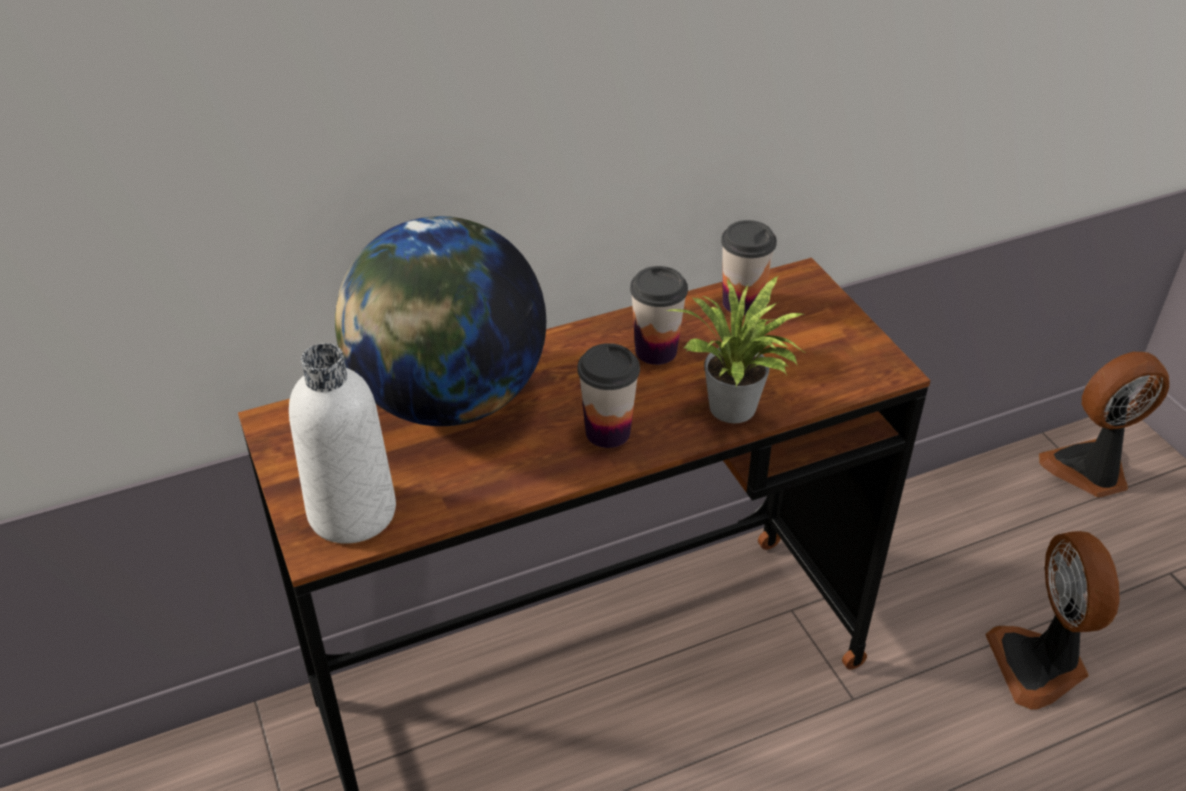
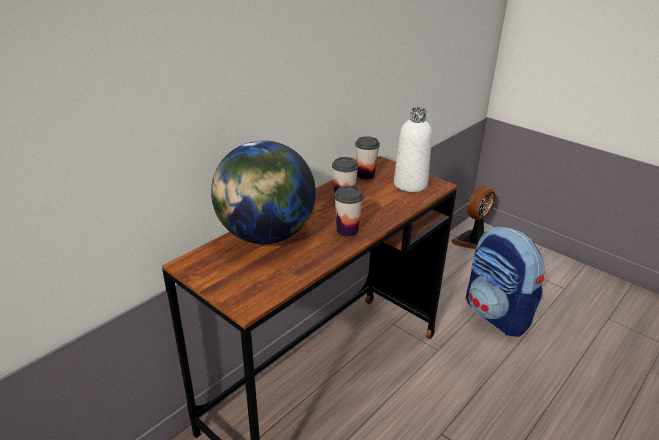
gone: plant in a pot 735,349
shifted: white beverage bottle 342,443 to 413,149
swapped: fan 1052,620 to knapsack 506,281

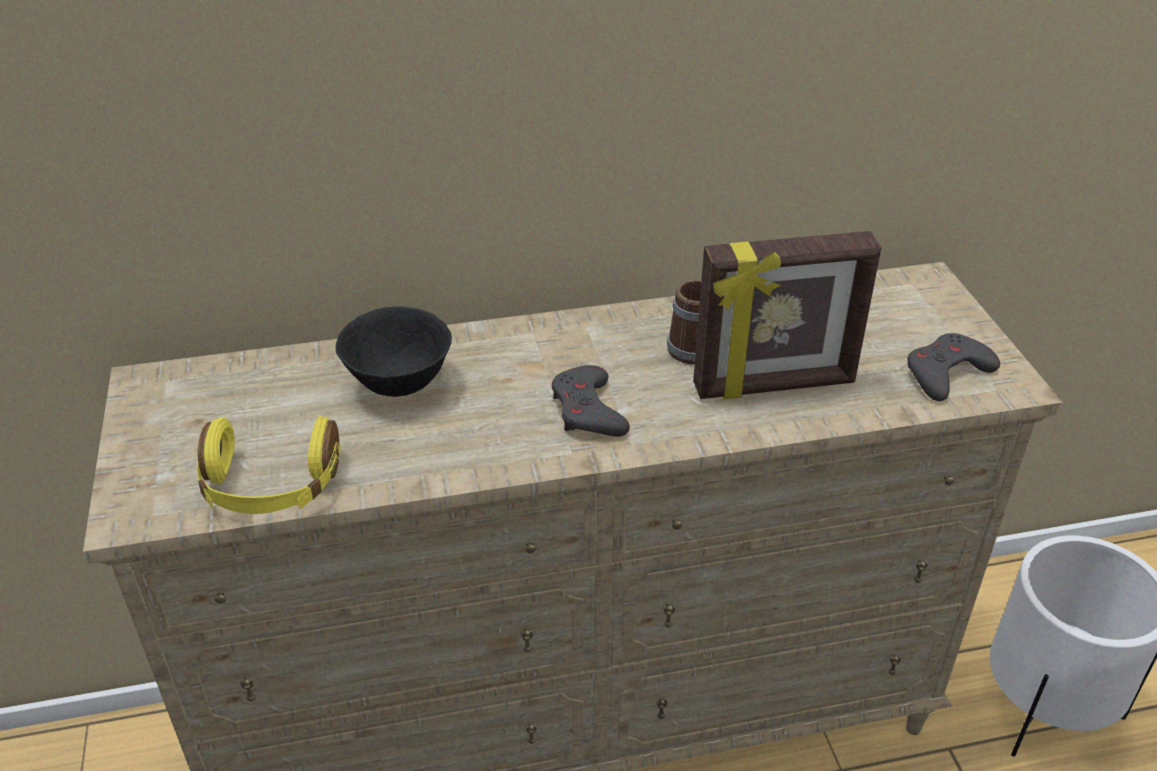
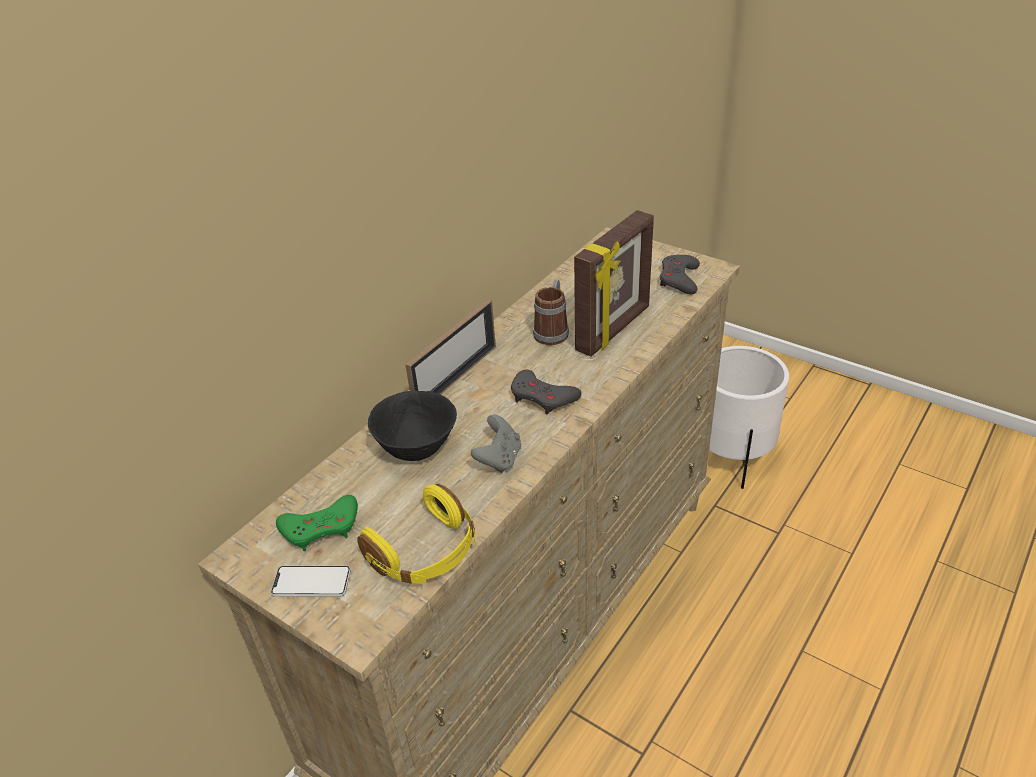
new: telephone 310,581; green gamepad 317,523; photo frame 450,346; greyish gamepad 496,444

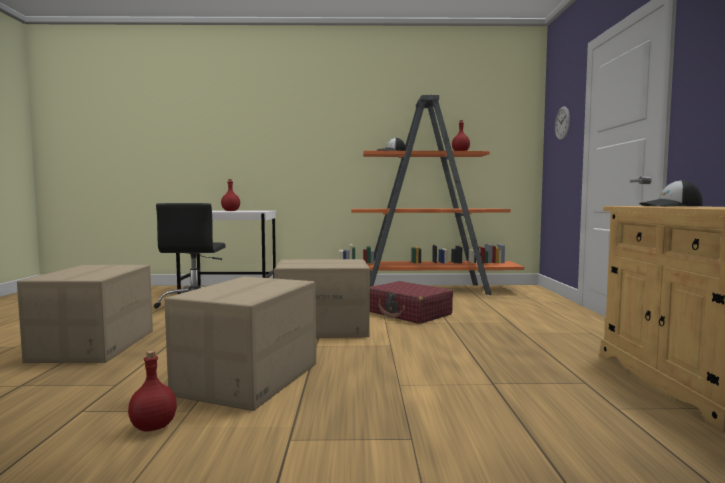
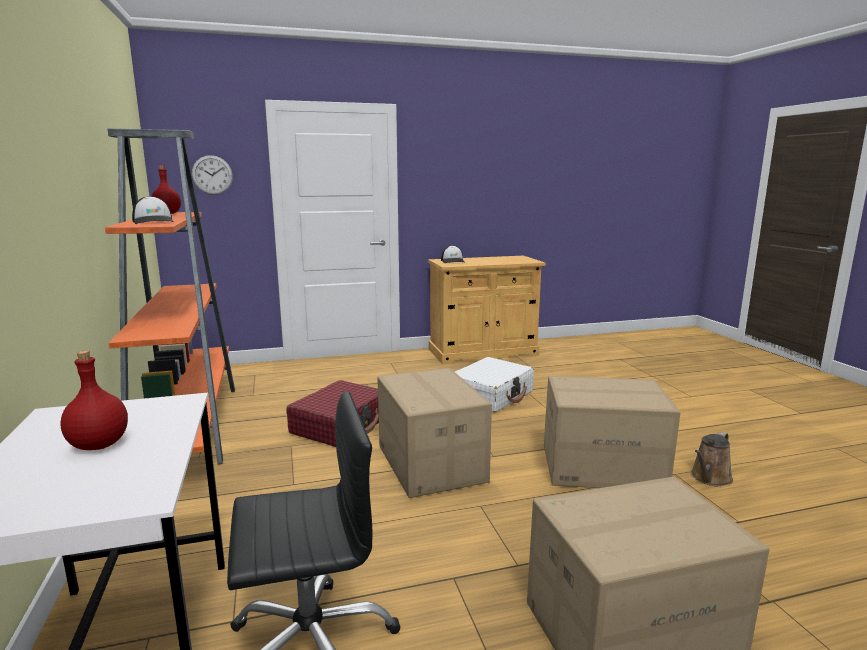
new: white suitcase 494,385
swapped: red-coloured beverage bottle 152,391 to brown-coloured watering can 711,459

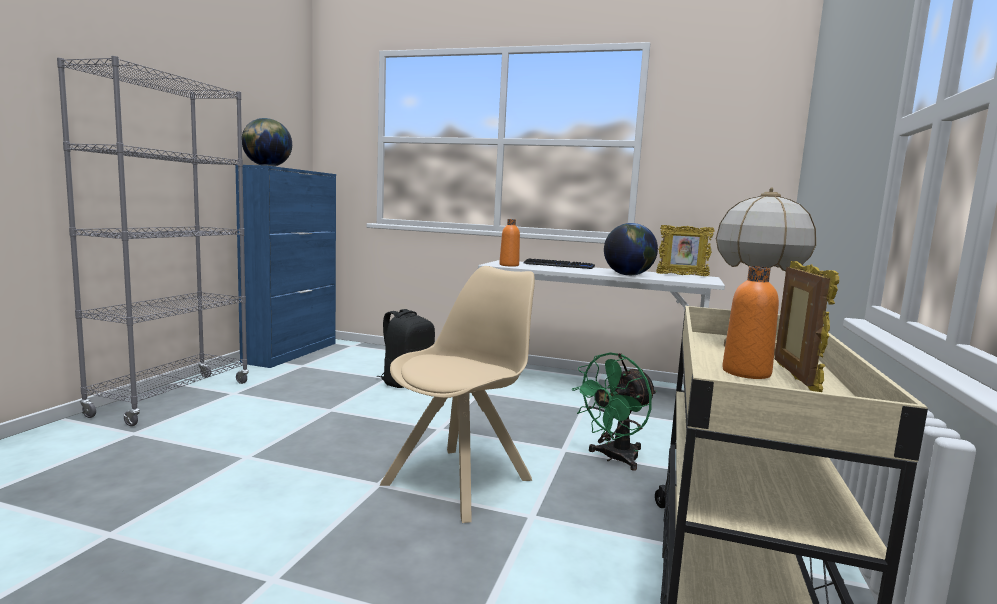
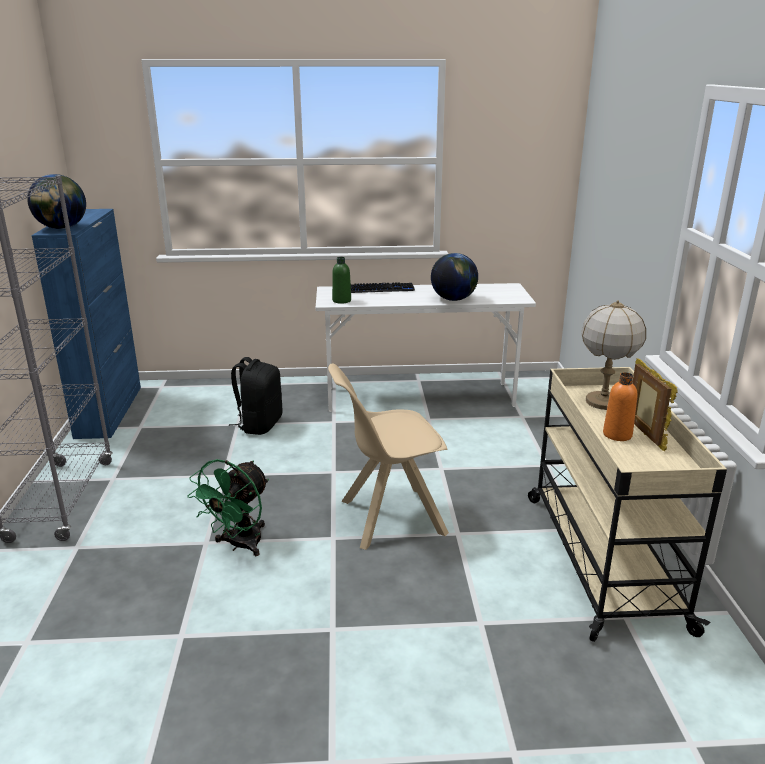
gone: photo frame 685,250
shifted: green fan 614,412 to 228,507
repainted: orange beverage bottle 509,243 to green beverage bottle 341,280
rotated: beige plain chair 457,394 = 388,456 120 degrees counterclockwise

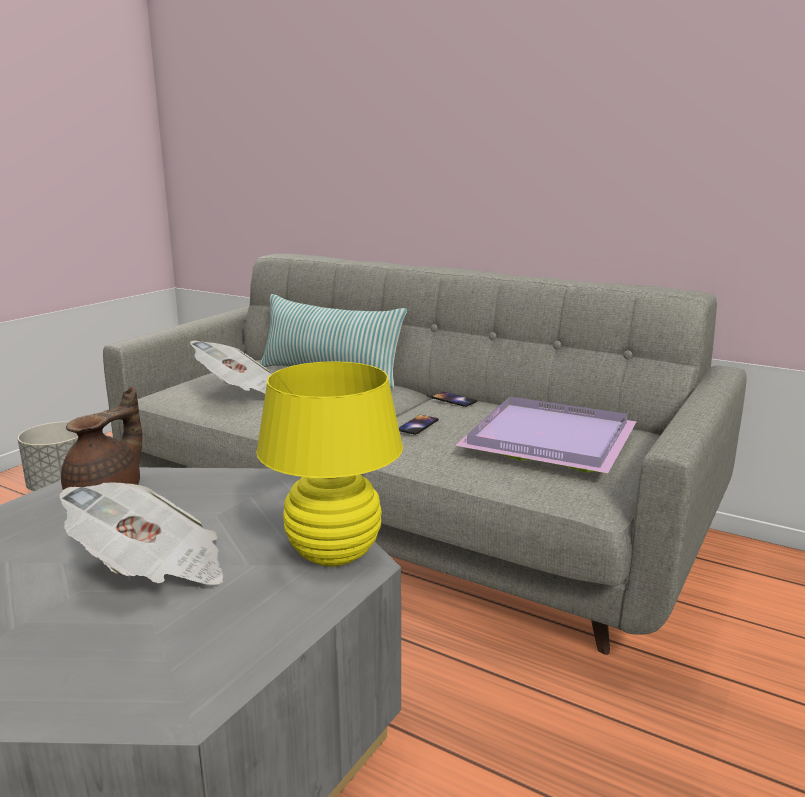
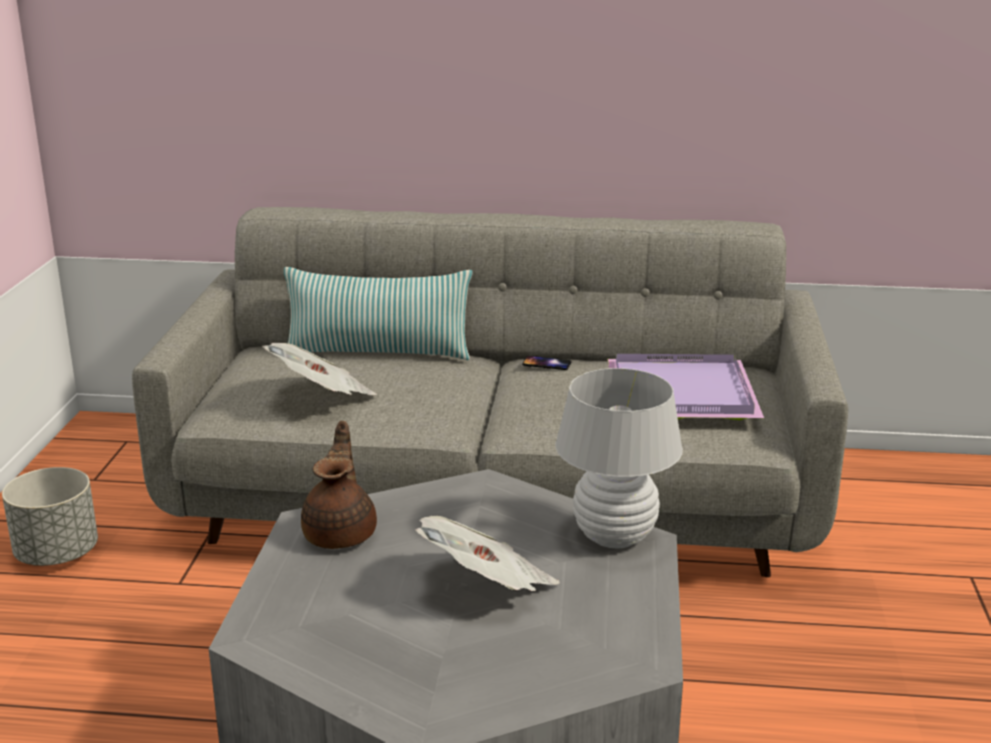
gone: telephone 419,425
repainted: yellow lamp for a table 329,464 to white lamp for a table 619,458

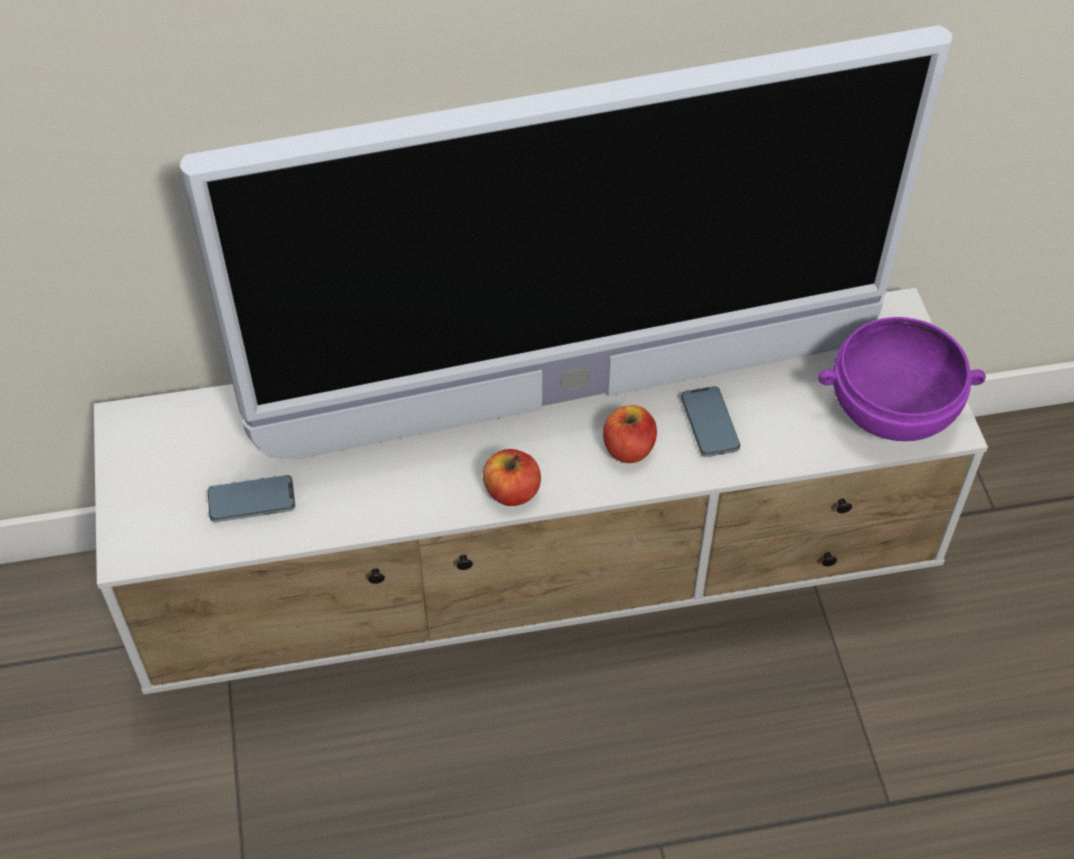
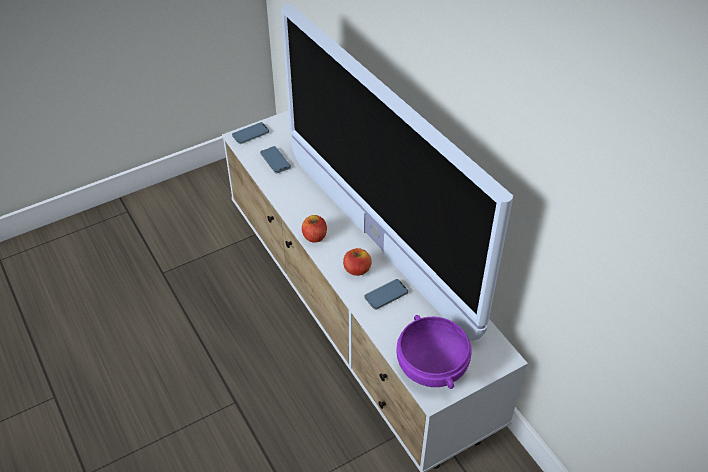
new: telephone 250,133

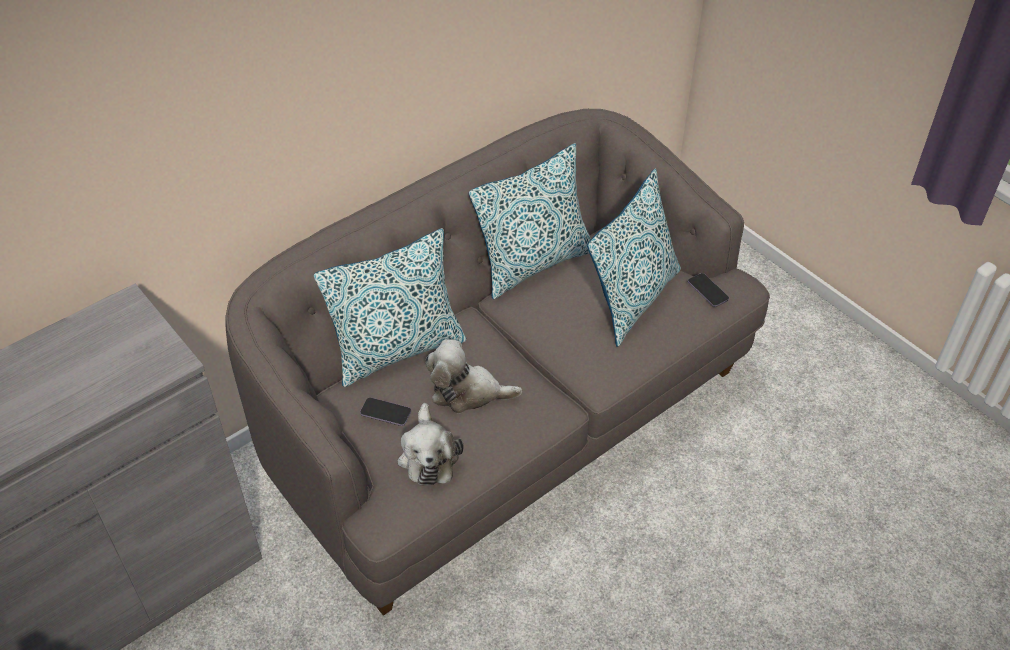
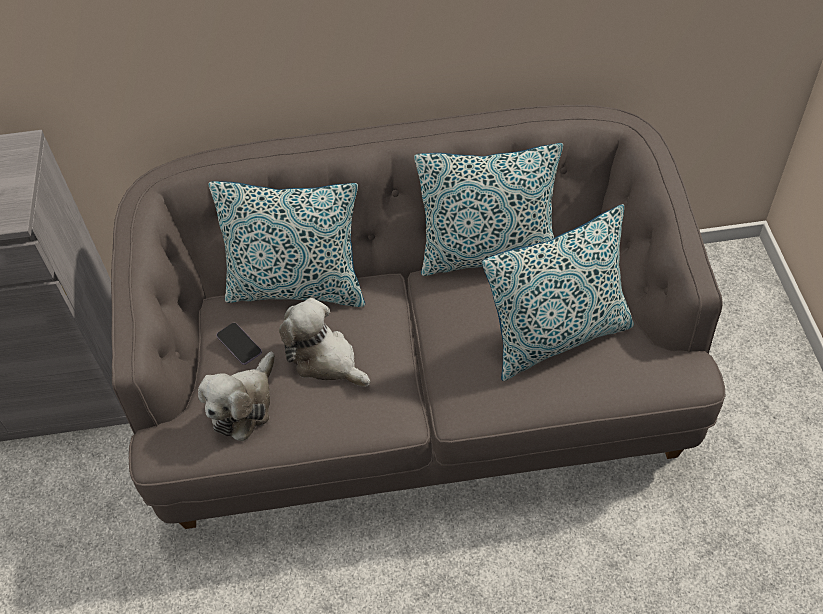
gone: telephone 708,290

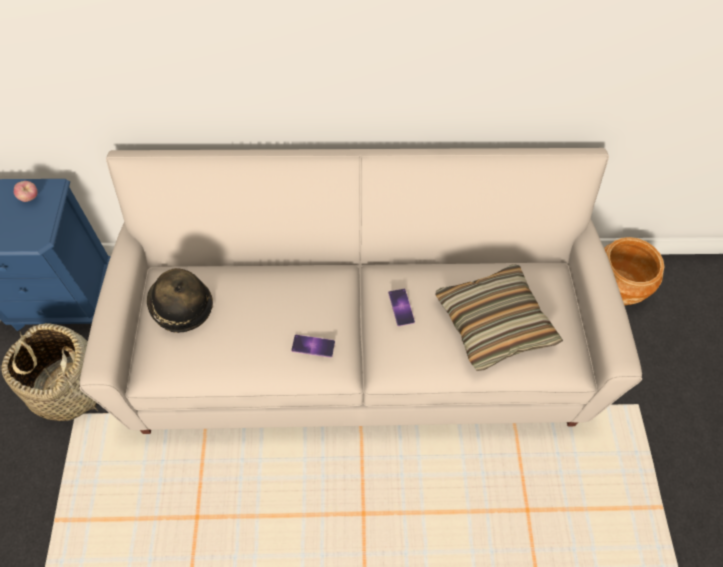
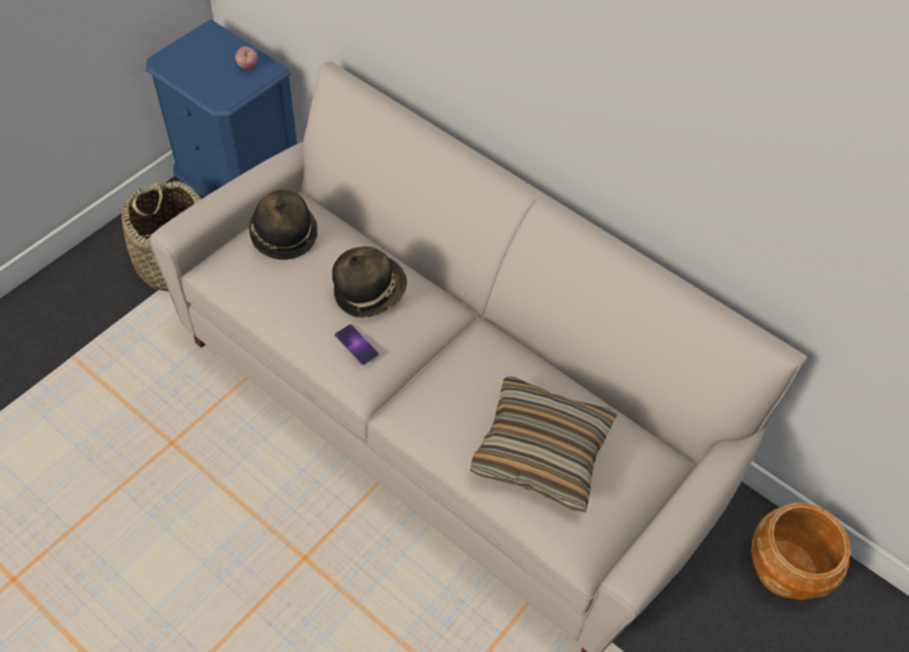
gone: telephone 401,307
new: hat 369,282

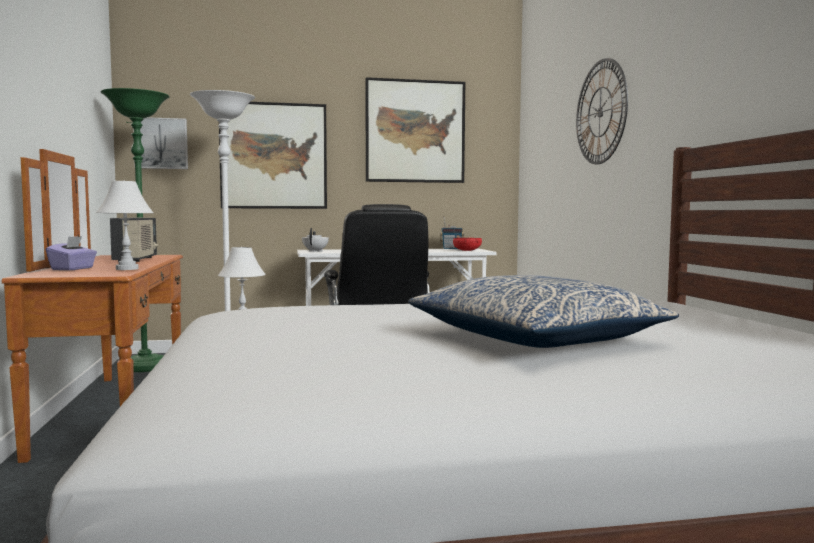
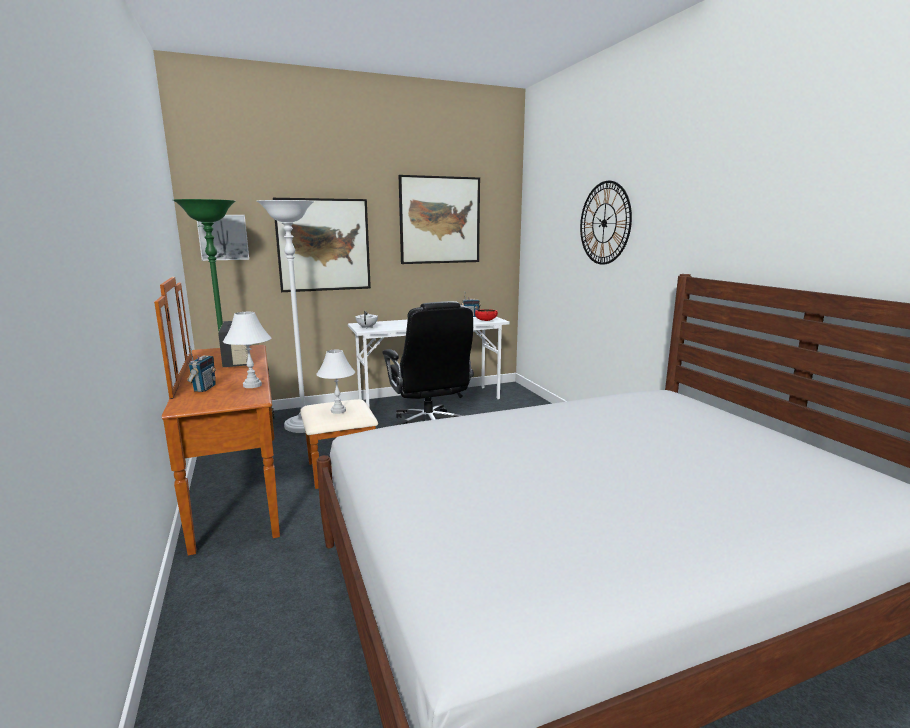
gone: throw pillow 543,311
swapped: purple tissue holder 71,253 to radio receiver 201,369

